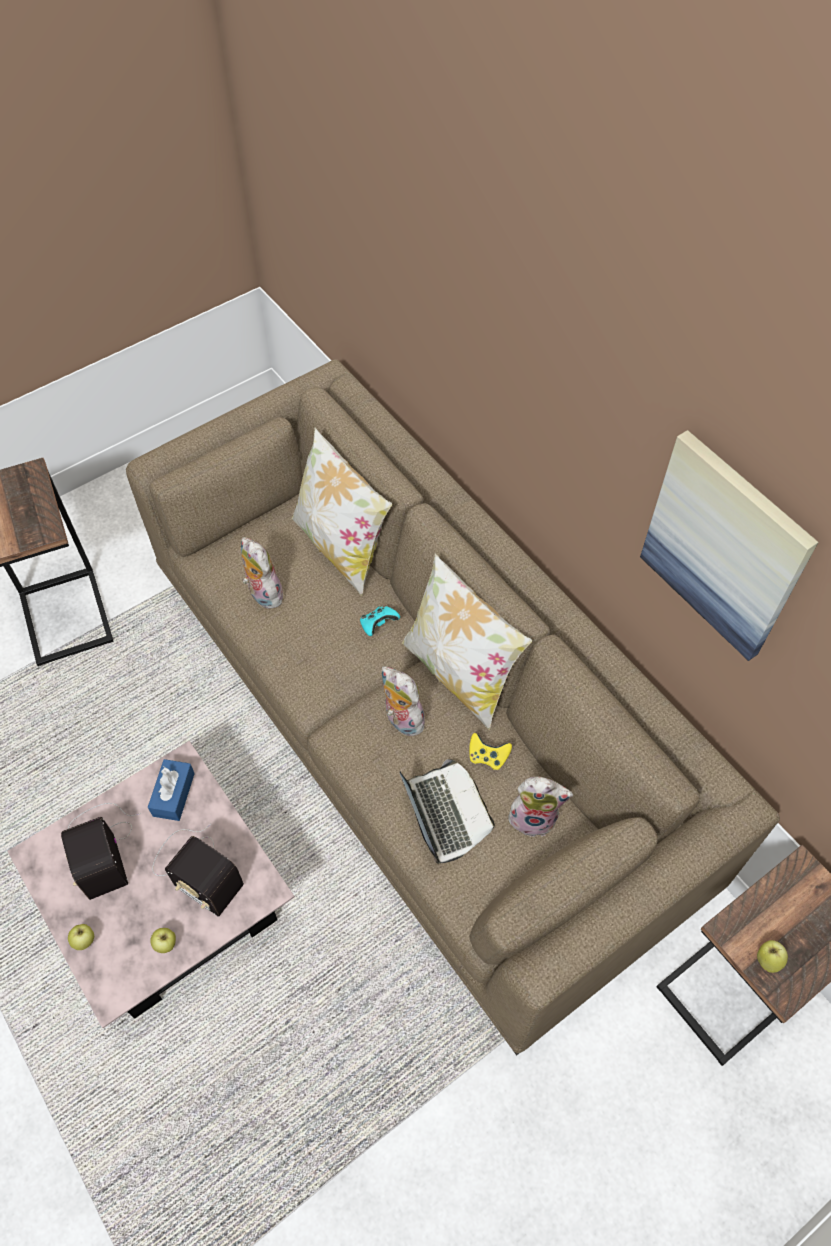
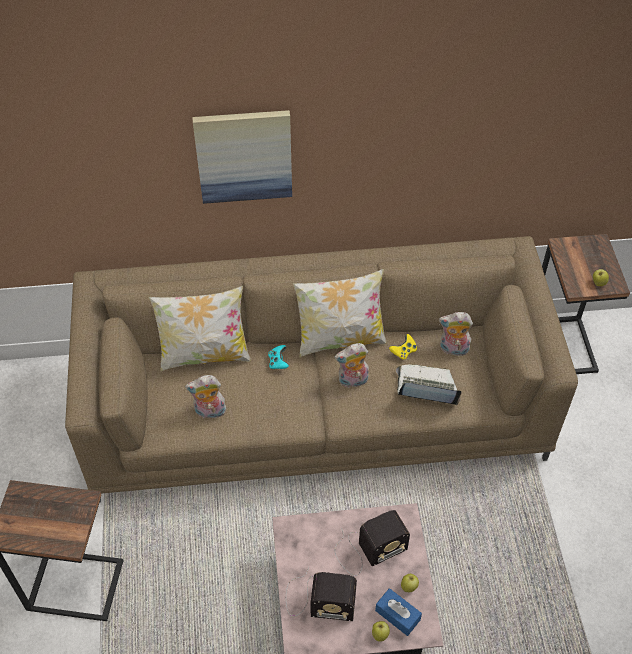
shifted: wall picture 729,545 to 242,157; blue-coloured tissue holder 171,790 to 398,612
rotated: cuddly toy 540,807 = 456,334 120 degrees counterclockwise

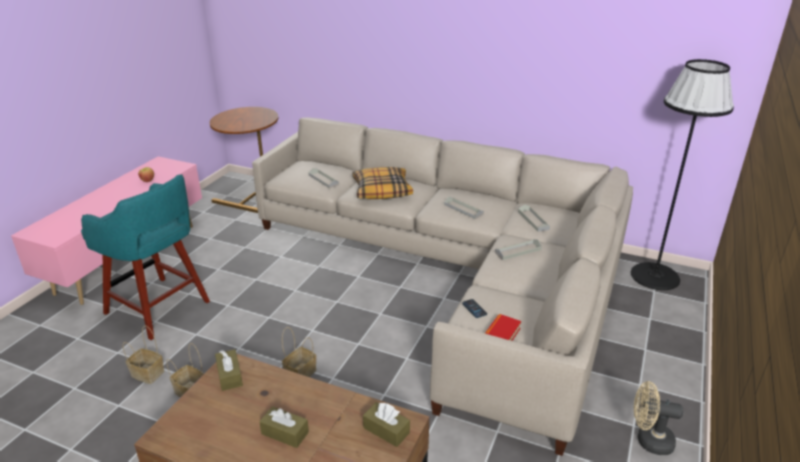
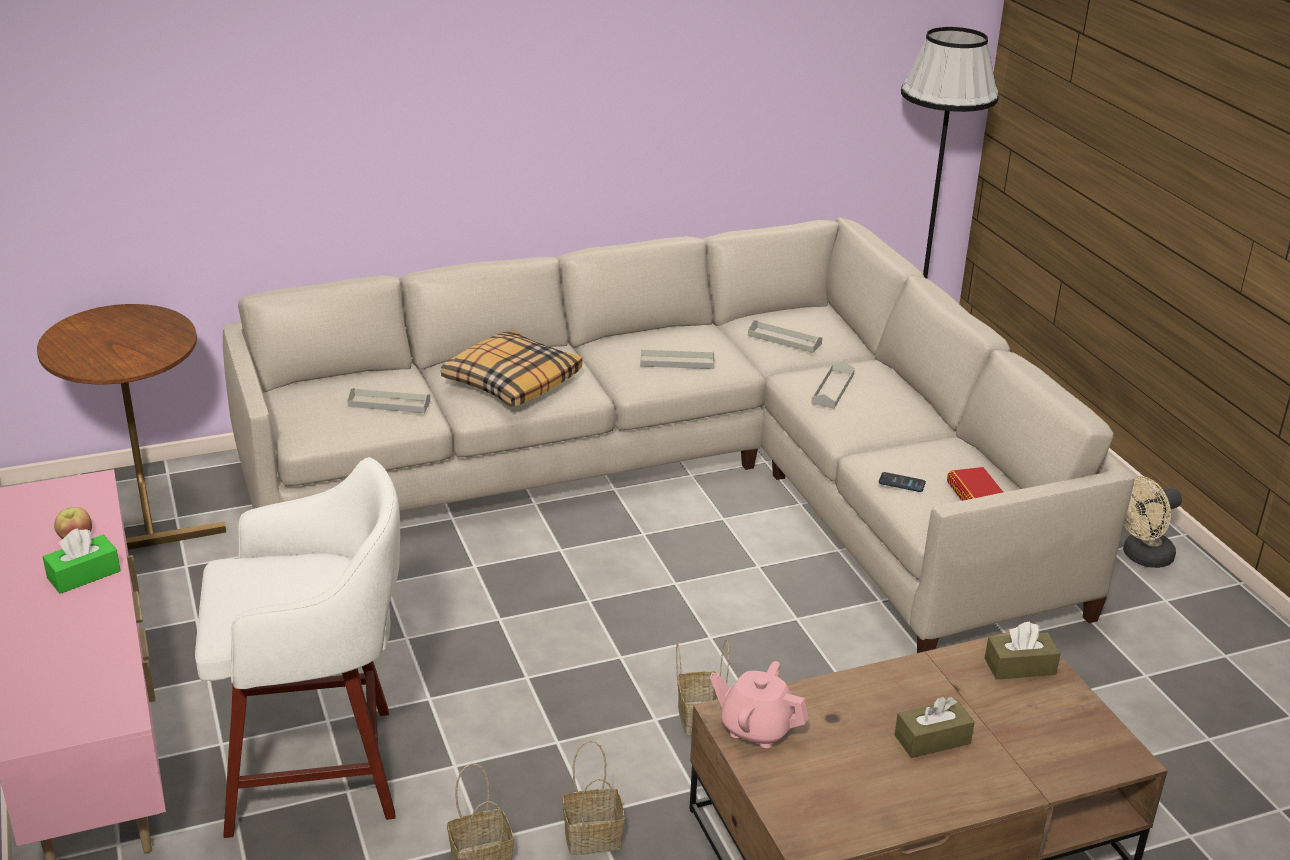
new: green tissue holder 82,561
swapped: brown-coloured tissue holder 229,370 to pinkish tea pot 759,704
repainted: blue-green sitting stool 145,257 to white sitting stool 297,647

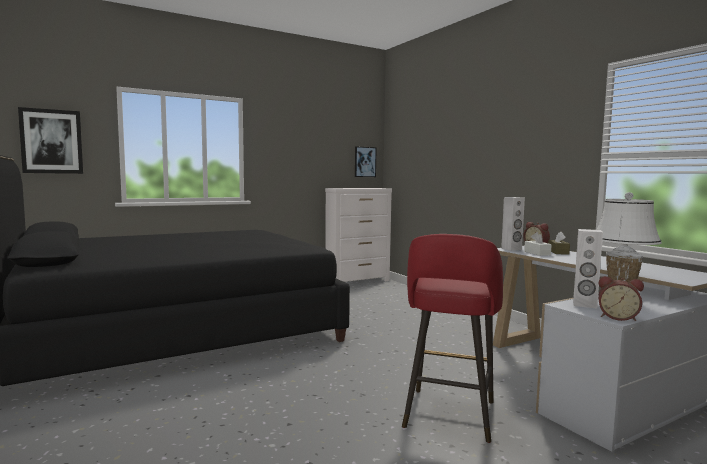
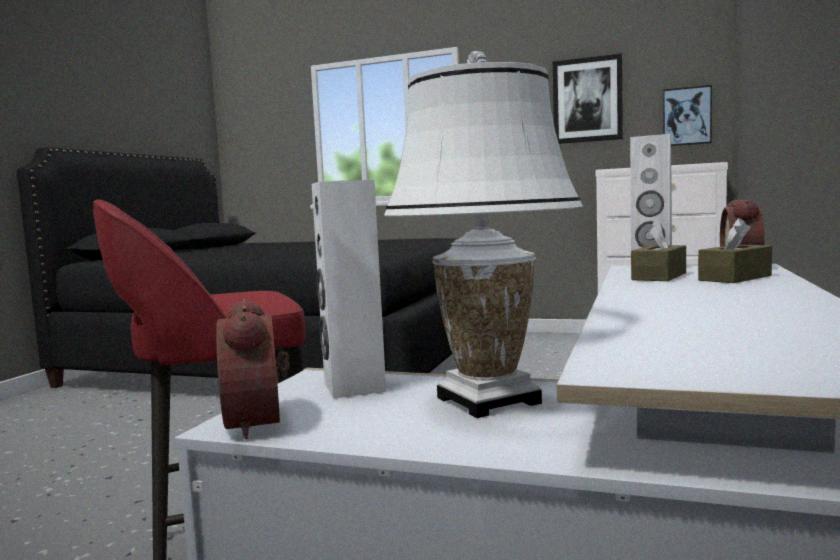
shifted: wall picture 50,140 to 588,99
repainted: white tissue holder 538,244 to brown-coloured tissue holder 658,250

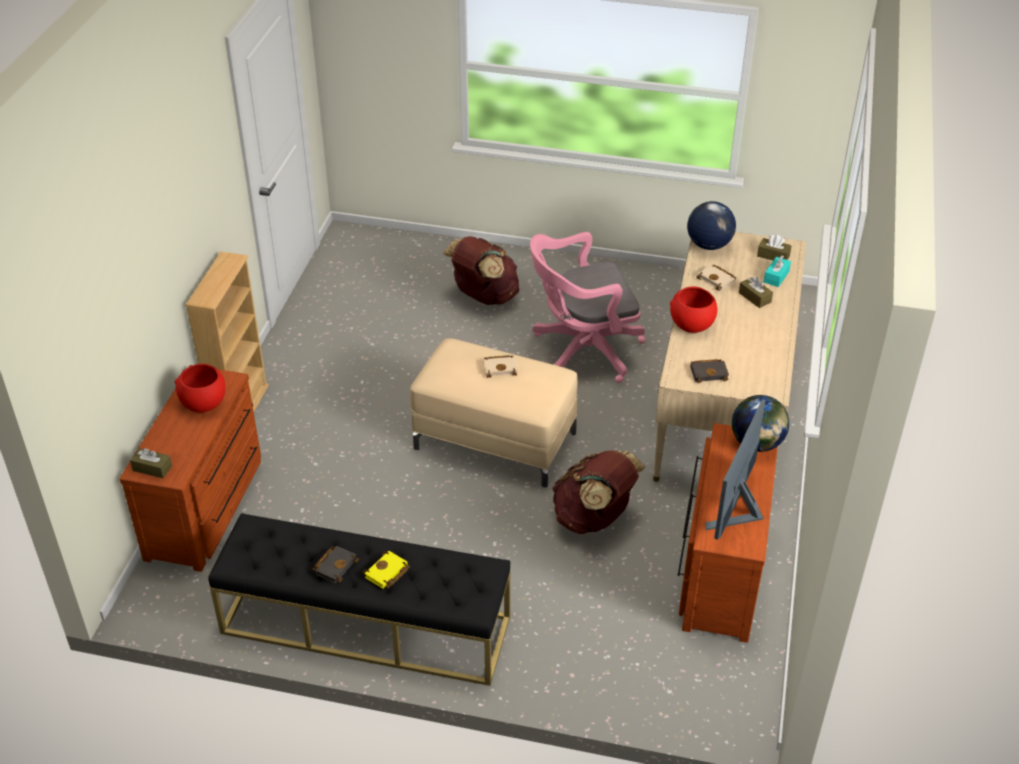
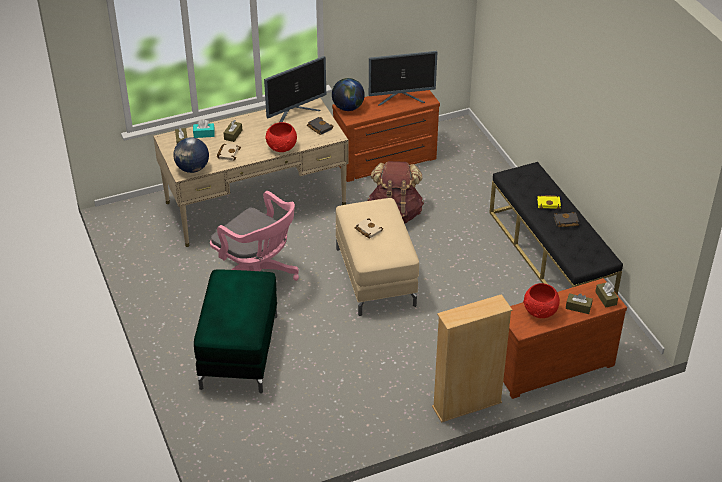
new: computer screen 295,89; brown-coloured tissue holder 579,303
swapped: brown-coloured knapsack 481,270 to green footrest 235,331

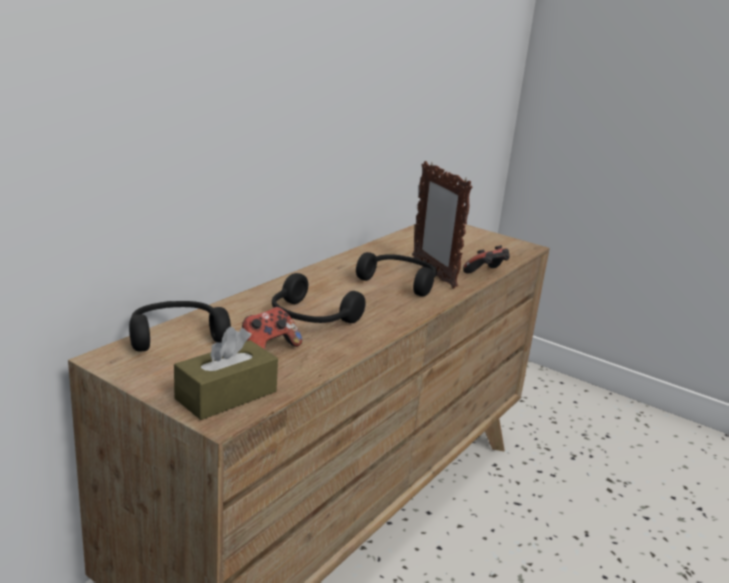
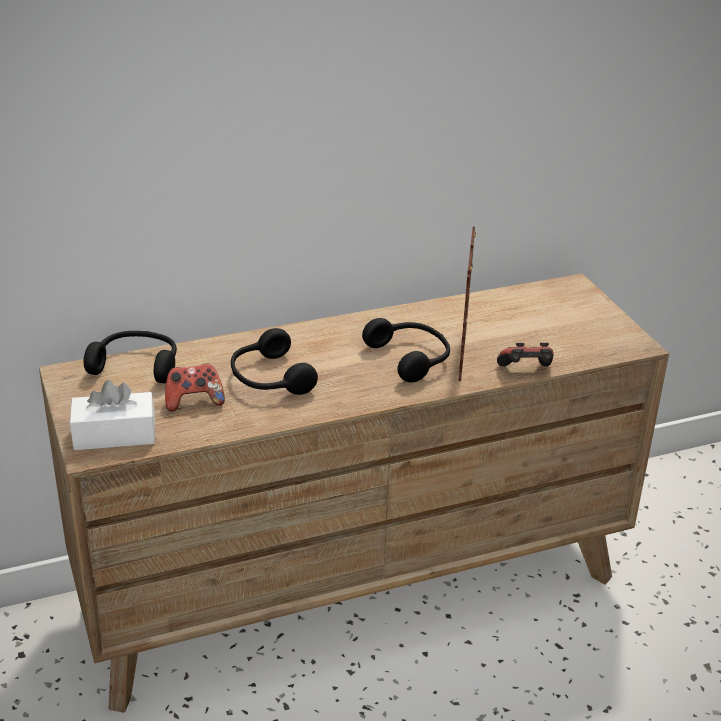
repainted: brown-coloured tissue holder 226,373 to white tissue holder 112,415

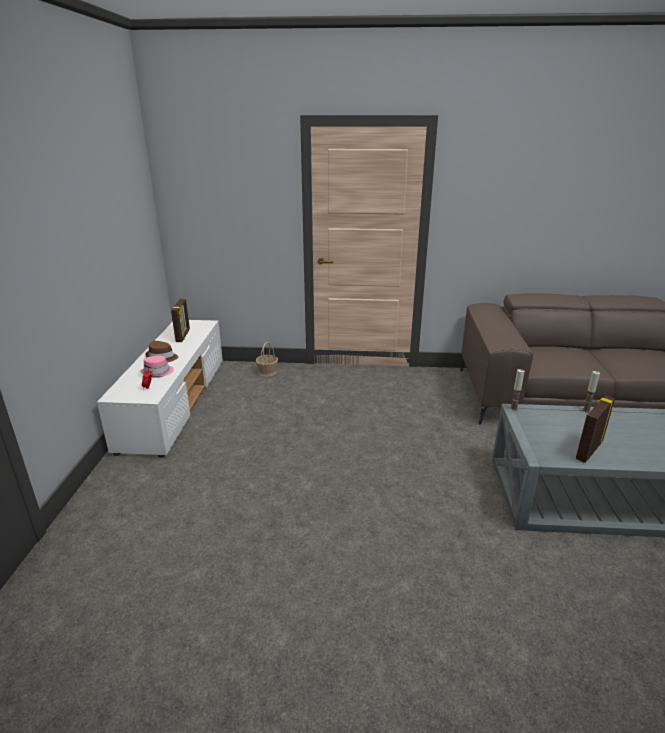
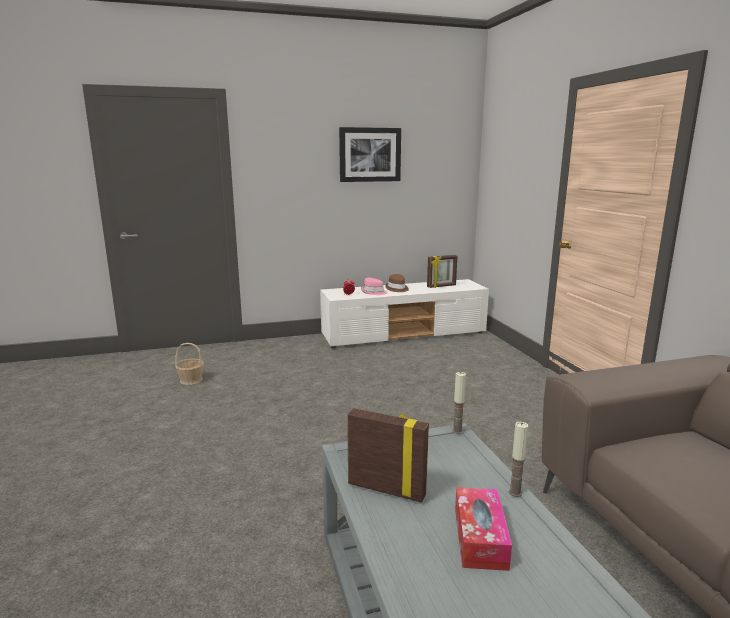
new: wall picture 370,154; tissue holder 483,529
shifted: storage basket 267,359 to 189,364

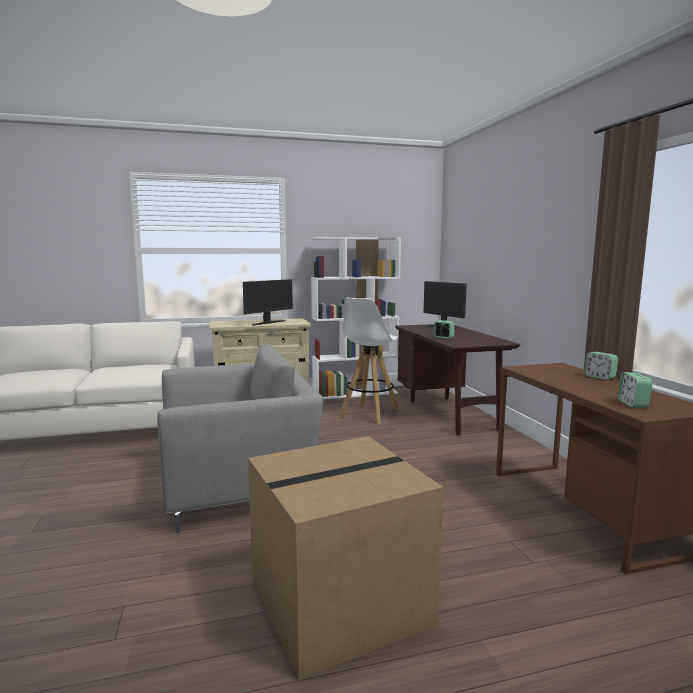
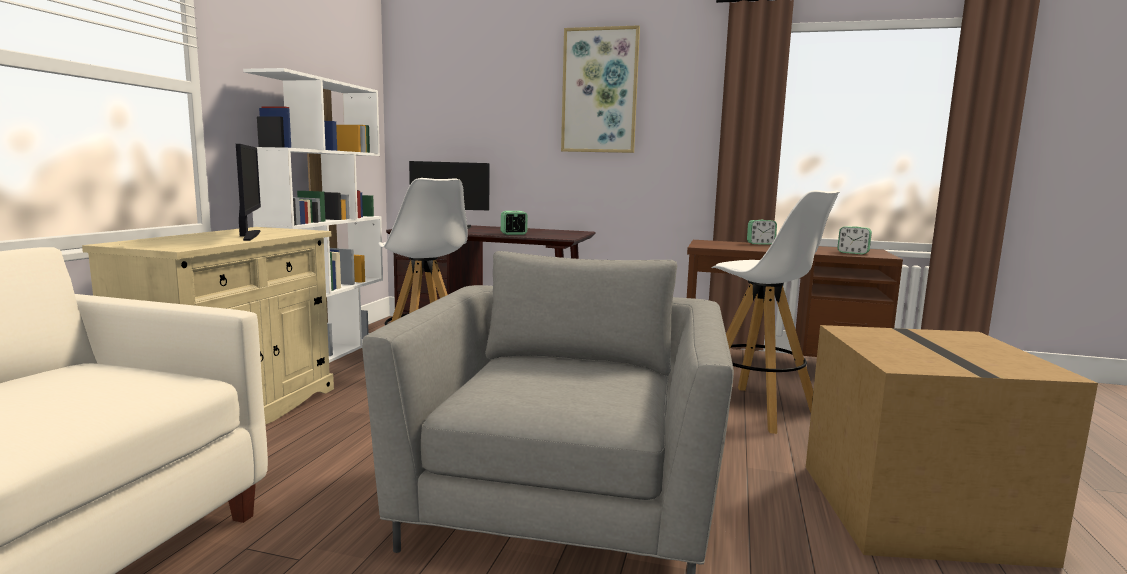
new: wall picture 600,89; white sitting stool 776,312

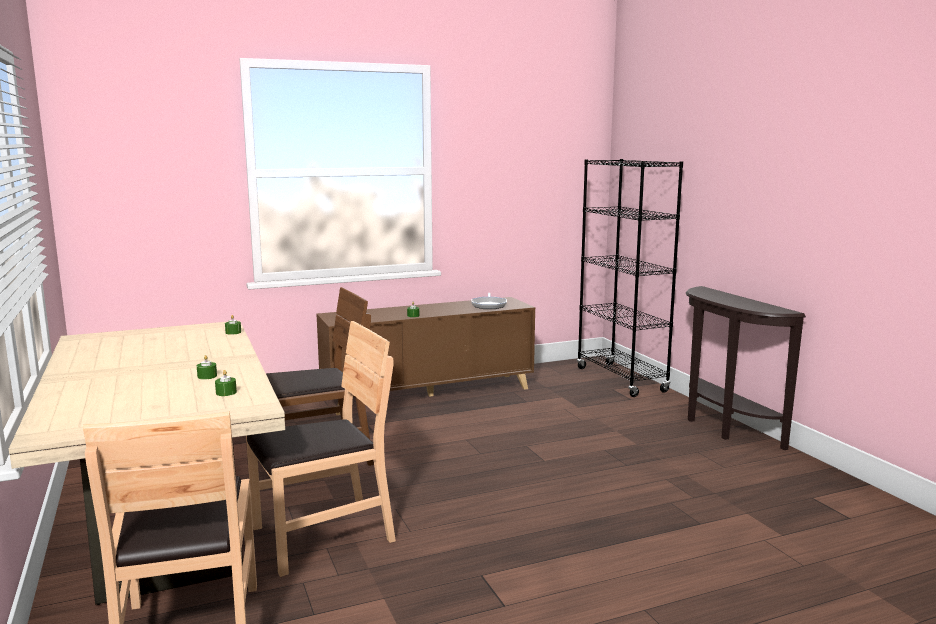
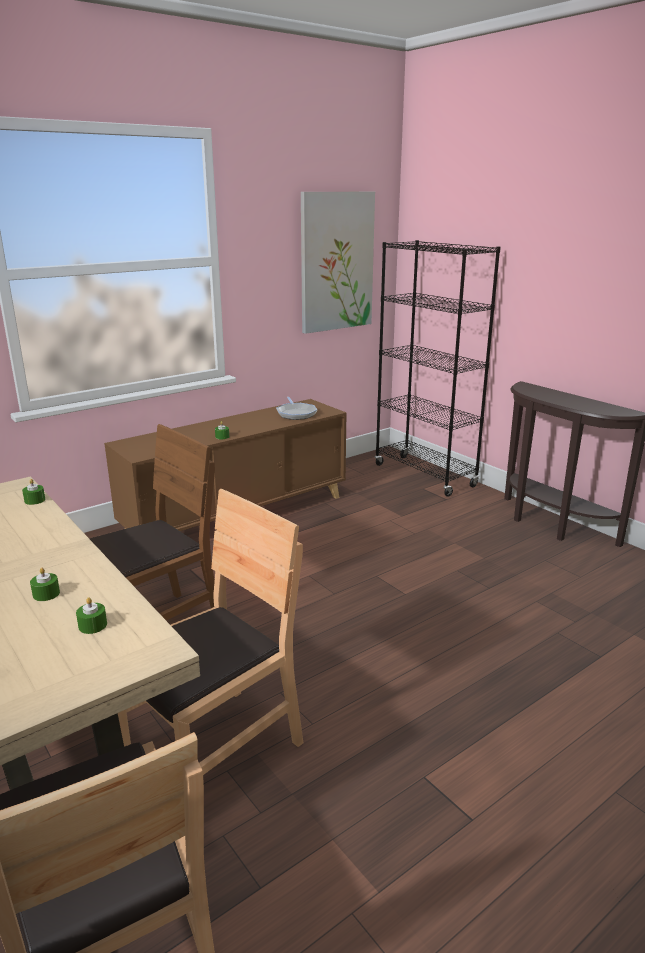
new: wall picture 338,263

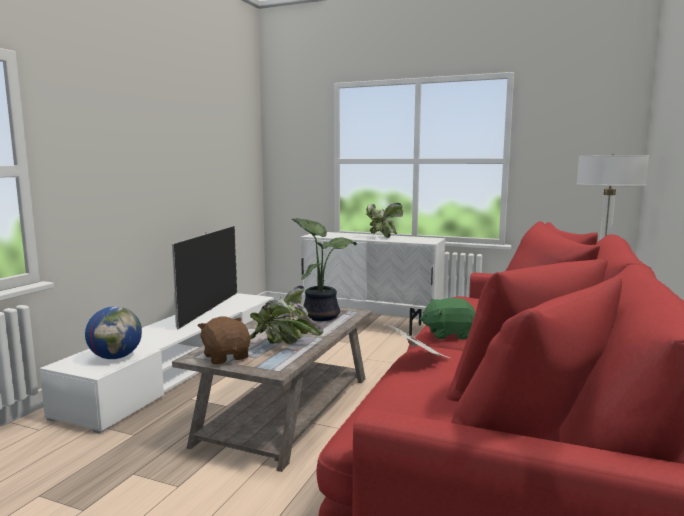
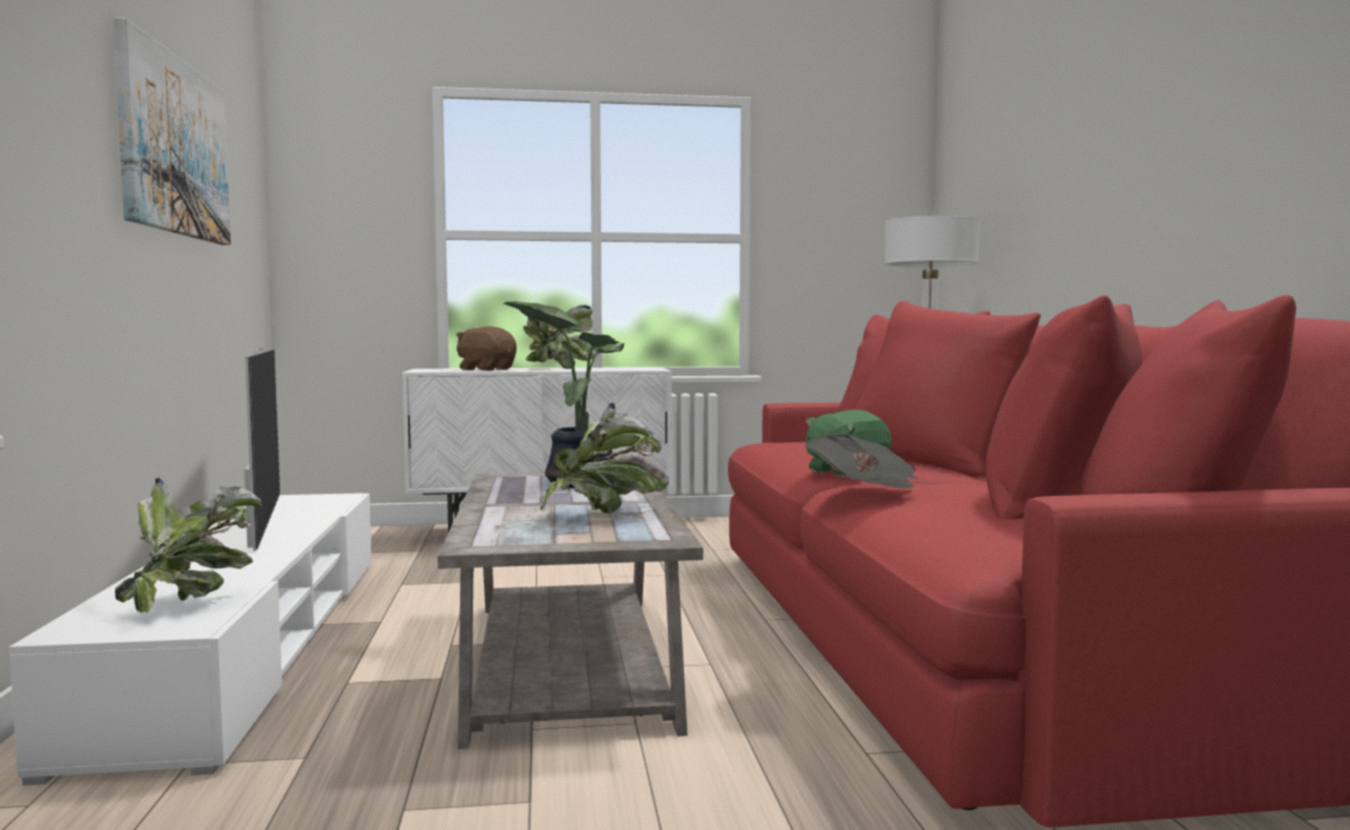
new: wall picture 172,131
shifted: brown-coloured cuddly toy 224,340 to 486,348
swapped: globe 113,332 to plant in a pot 188,545

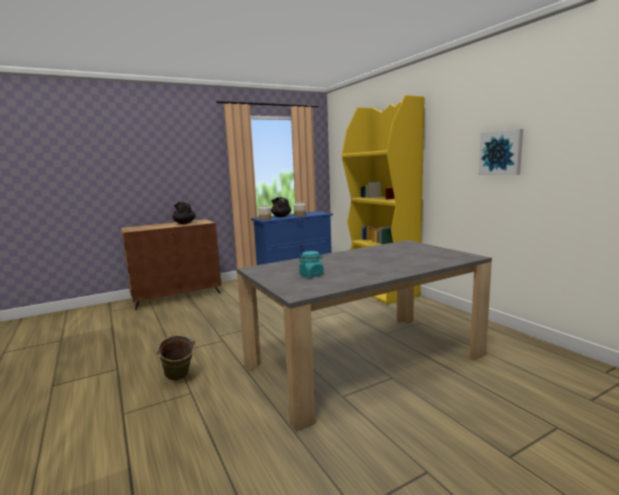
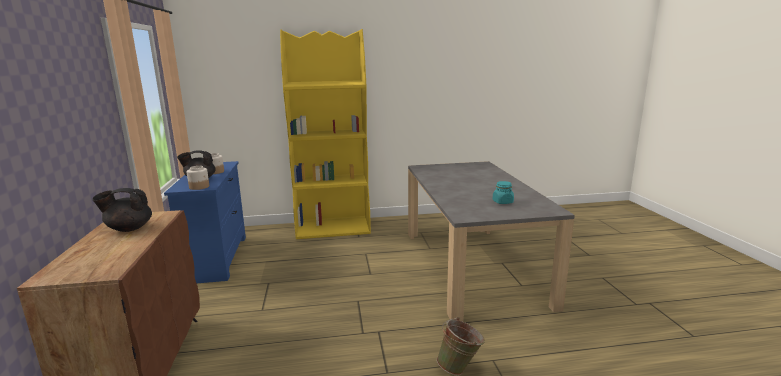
gone: wall picture 501,152

